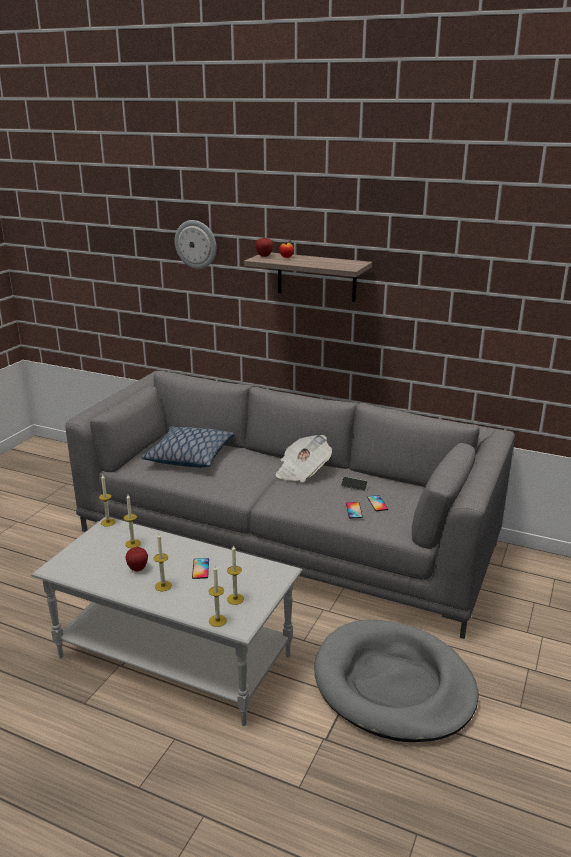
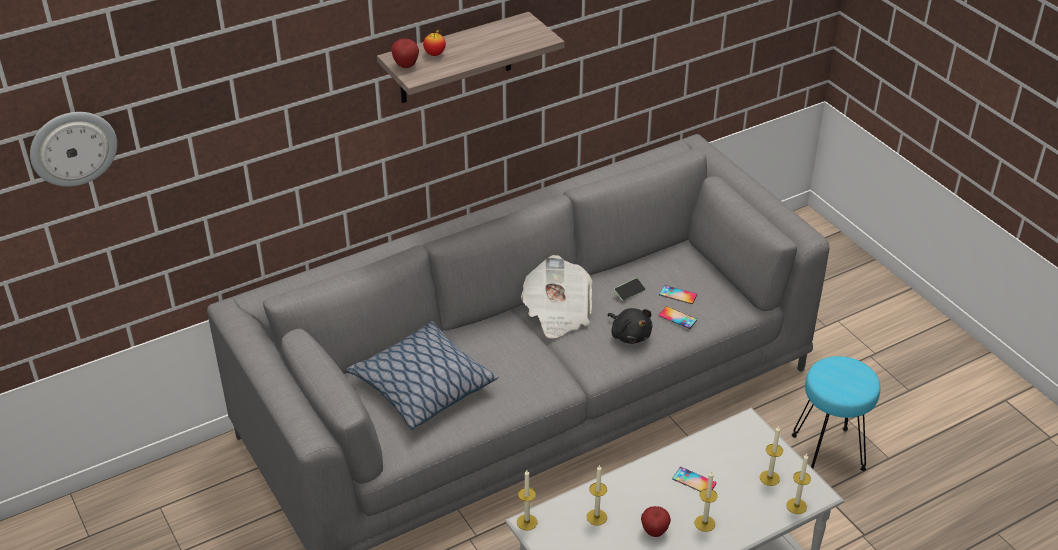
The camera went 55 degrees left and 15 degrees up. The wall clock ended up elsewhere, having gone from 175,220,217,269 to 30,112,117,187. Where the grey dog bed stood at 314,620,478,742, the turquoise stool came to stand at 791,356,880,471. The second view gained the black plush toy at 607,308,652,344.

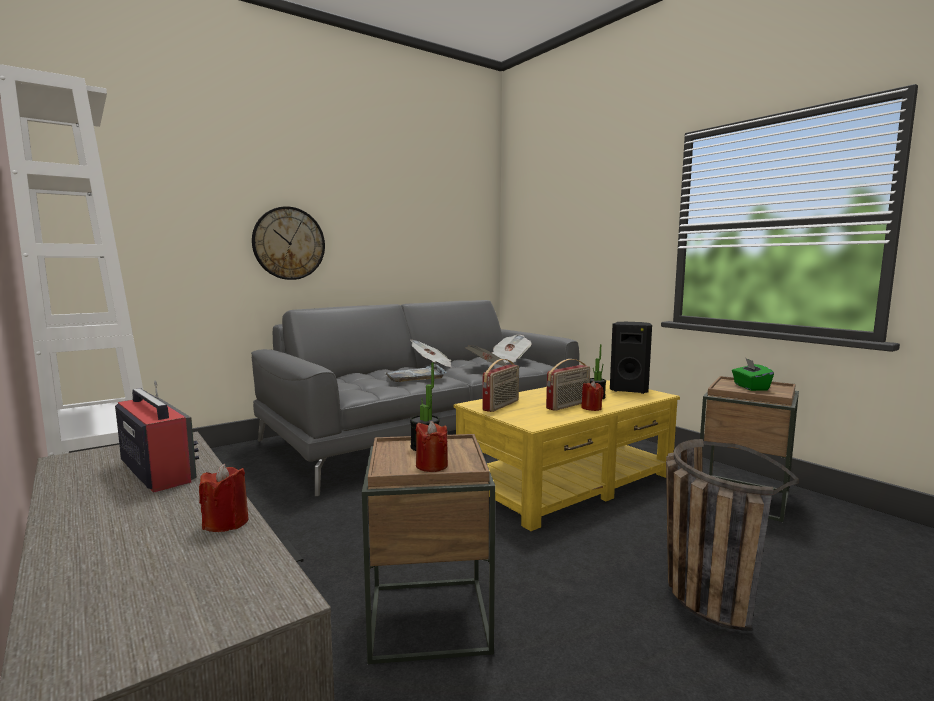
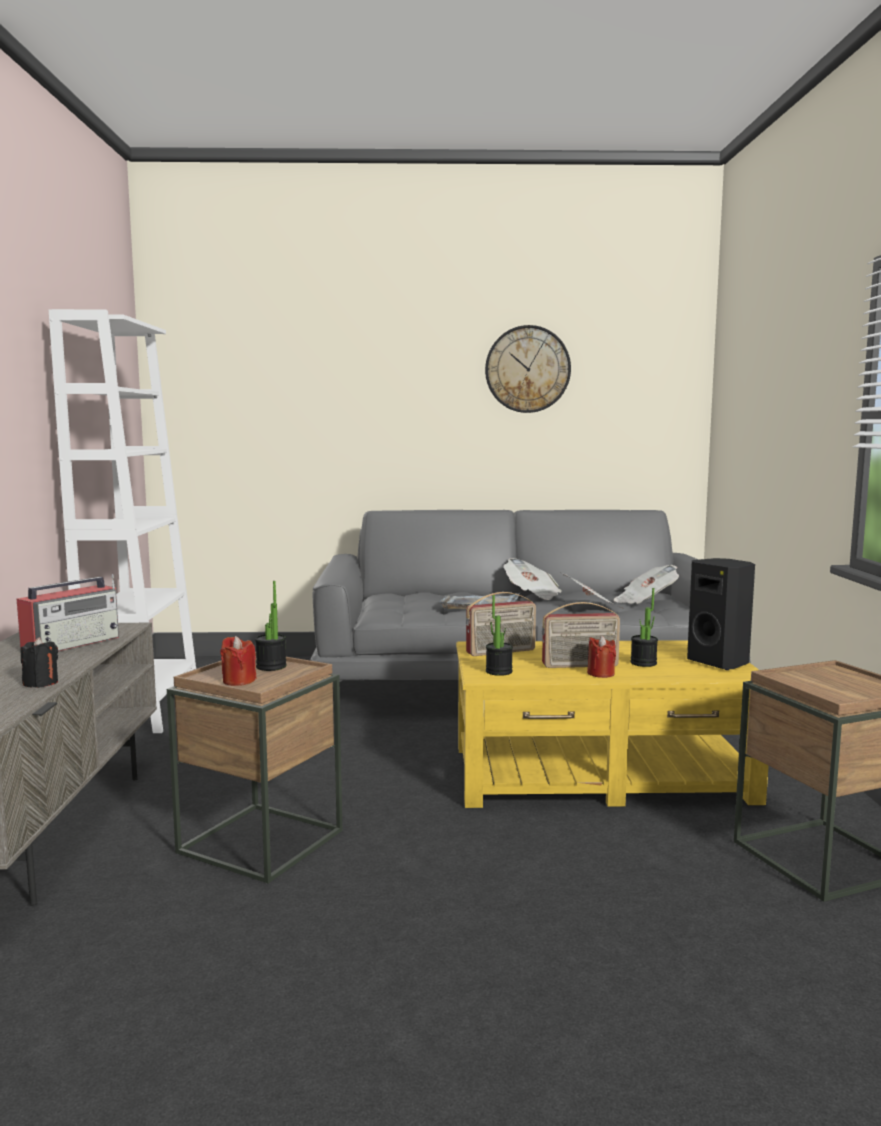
The camera went 35 degrees right and 0 degrees up. The wall clock ended up elsewhere, having gone from 252,206,325,280 to 485,325,571,413. The second view lost the green tissue box at 732,358,774,391. The radio at 115,381,199,493 ended up facing another way, 45 degrees clockwise from before. The second view lost the basket at 666,439,799,630. What was the red candle at 199,464,248,532 turned into the black candle at 20,637,58,688. The second view gained the potted plant at 486,595,513,676.

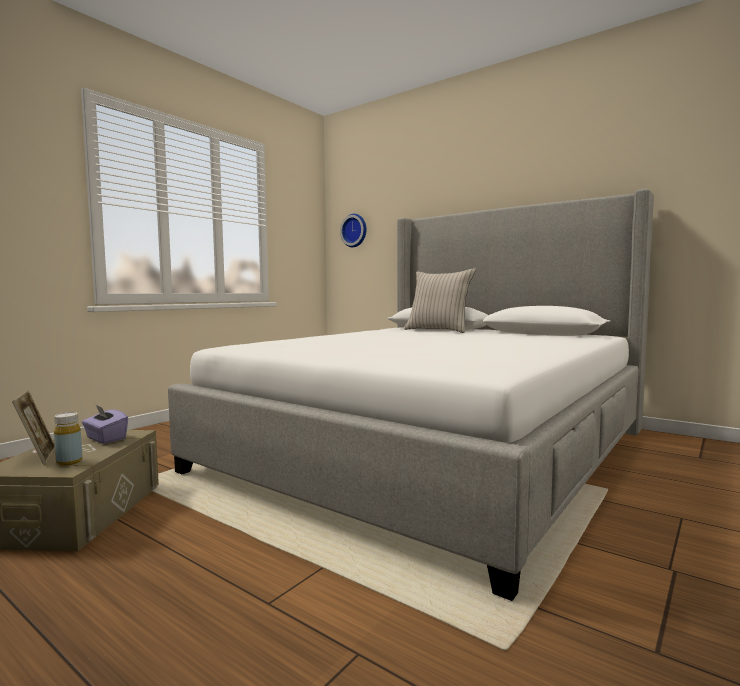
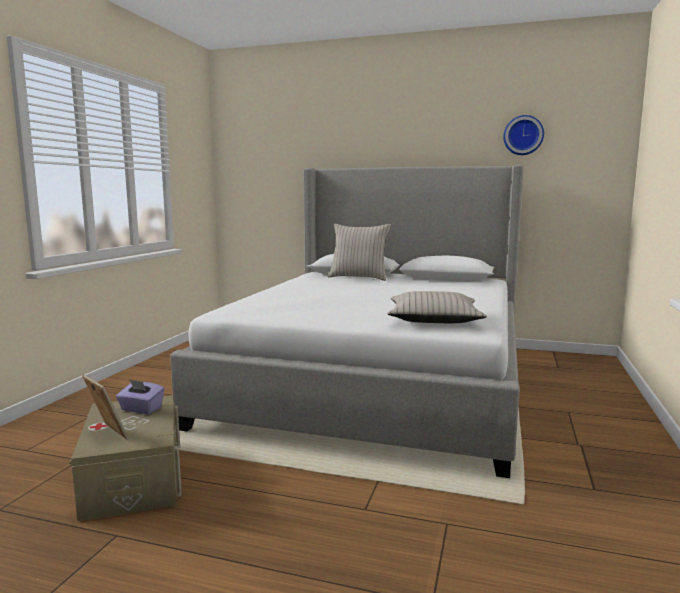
The camera went 20 degrees left and 5 degrees up. The wall clock ended up elsewhere, having gone from 340,214,367,247 to 503,115,544,155. The second view lost the yellow bottle at 54,412,83,466. The second view gained the beige pillow at 387,291,487,323.

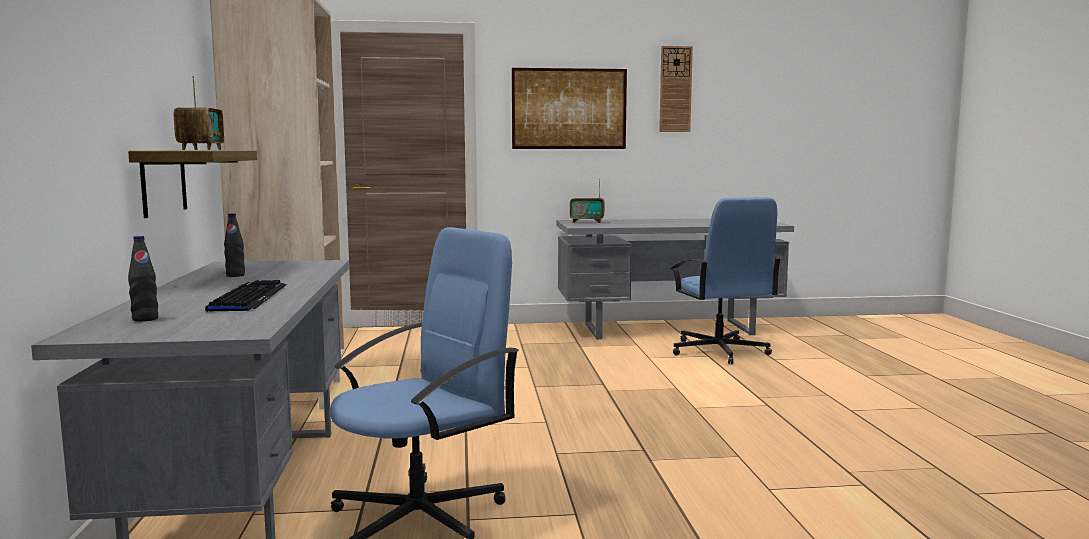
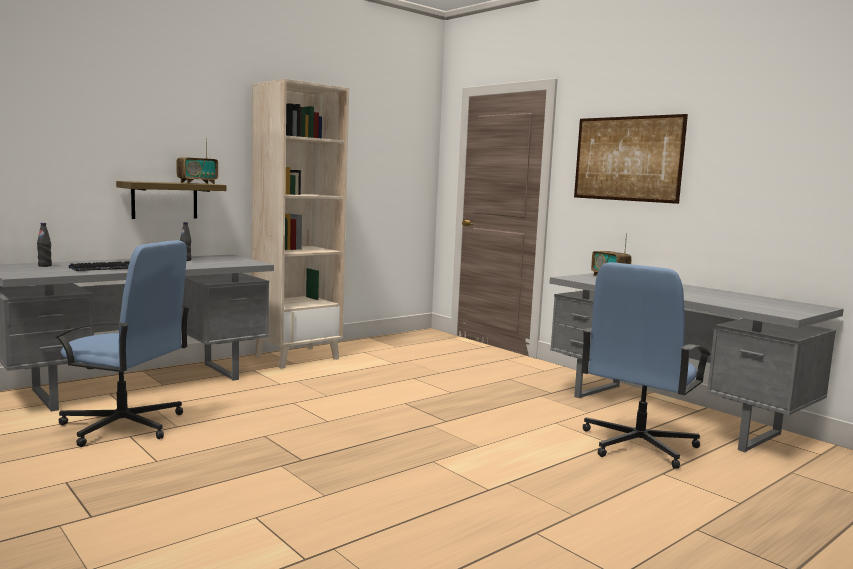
The camera went 55 degrees right and 0 degrees up. The second view lost the wall clock at 659,46,693,132.

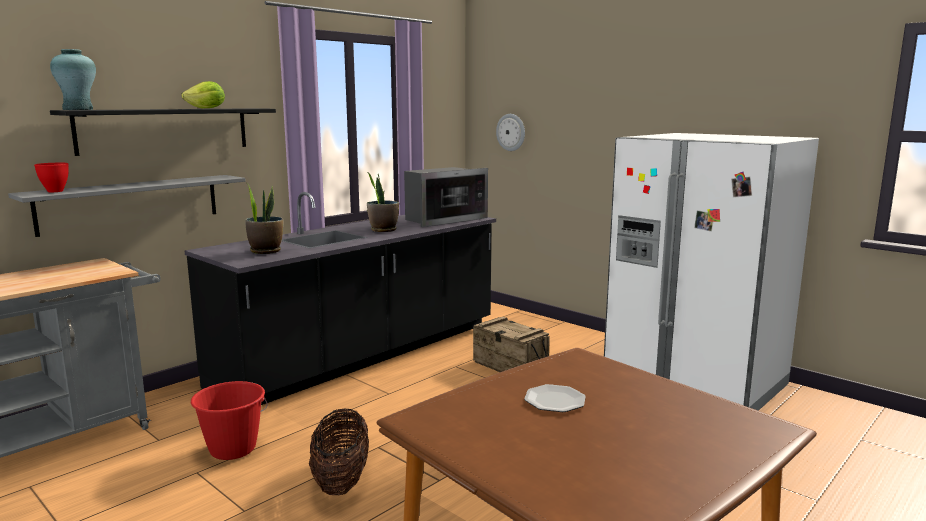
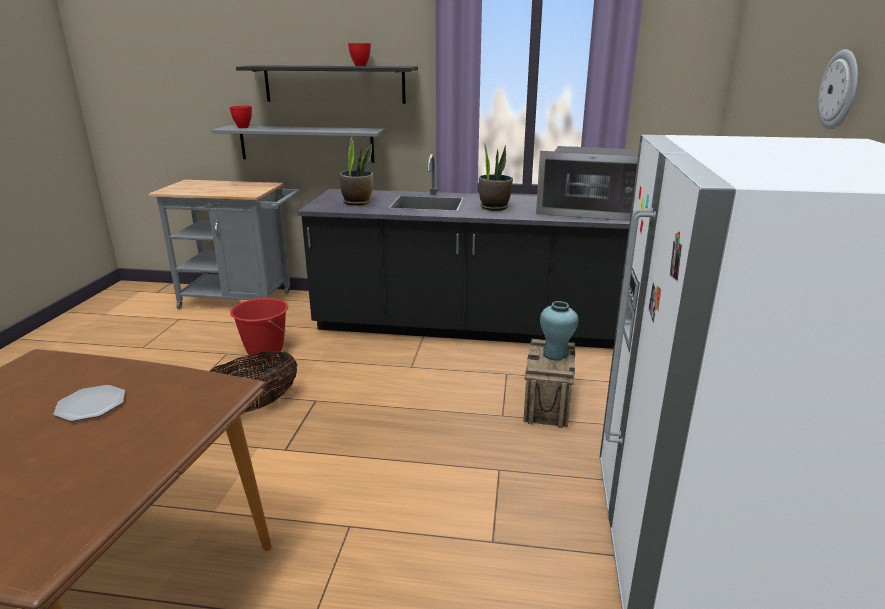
The camera went 55 degrees right and 10 degrees up. The turquoise vase ended up elsewhere, having gone from 50,49,96,110 to 540,301,578,361. Where the lettuce stood at 182,81,225,109, the red bowl came to stand at 348,43,371,66. The wall clock ended up elsewhere, having gone from 496,114,525,151 to 818,49,858,130.

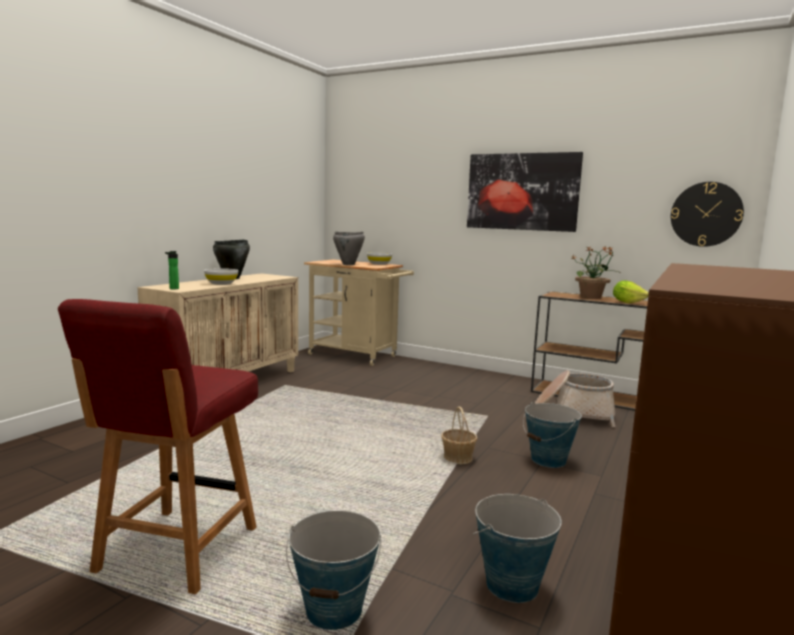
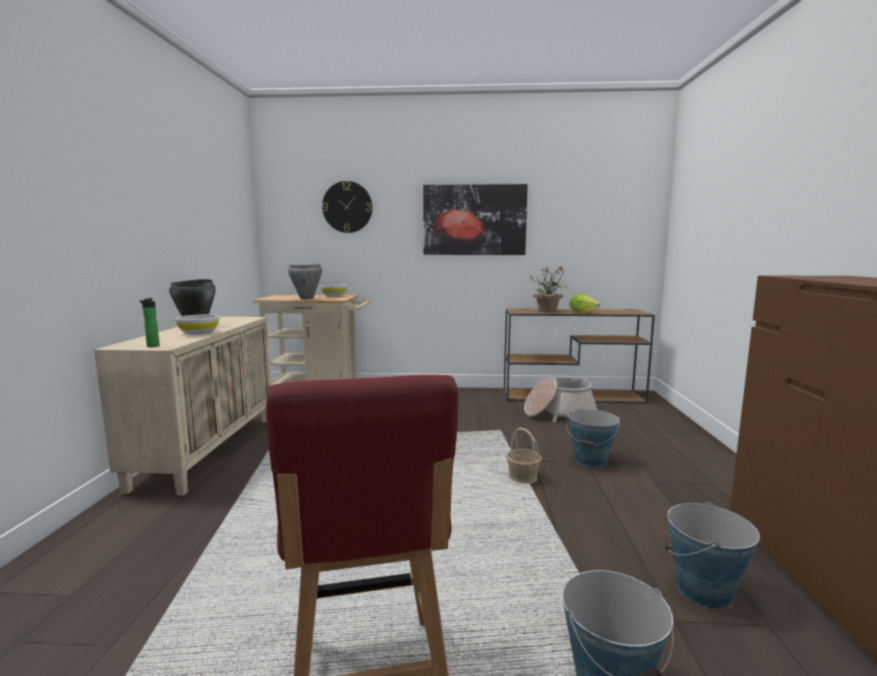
The camera went 25 degrees left and 0 degrees up. The wall clock ended up elsewhere, having gone from 671,182,744,247 to 322,181,372,233.

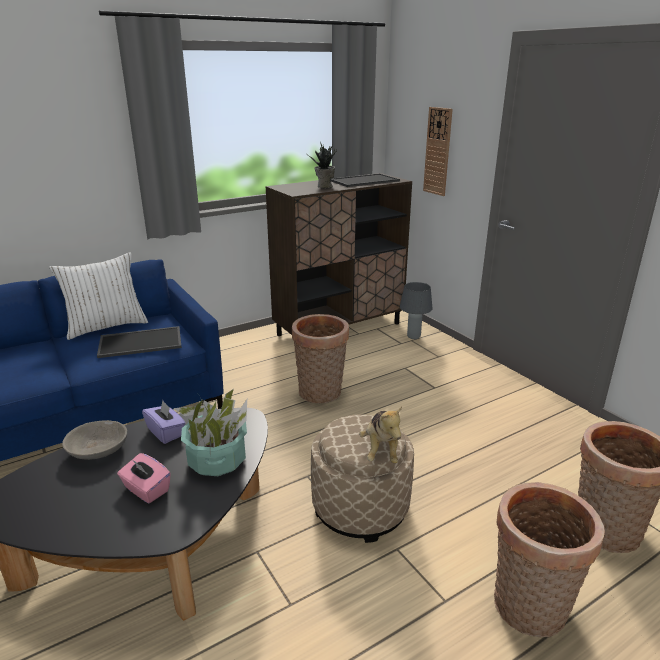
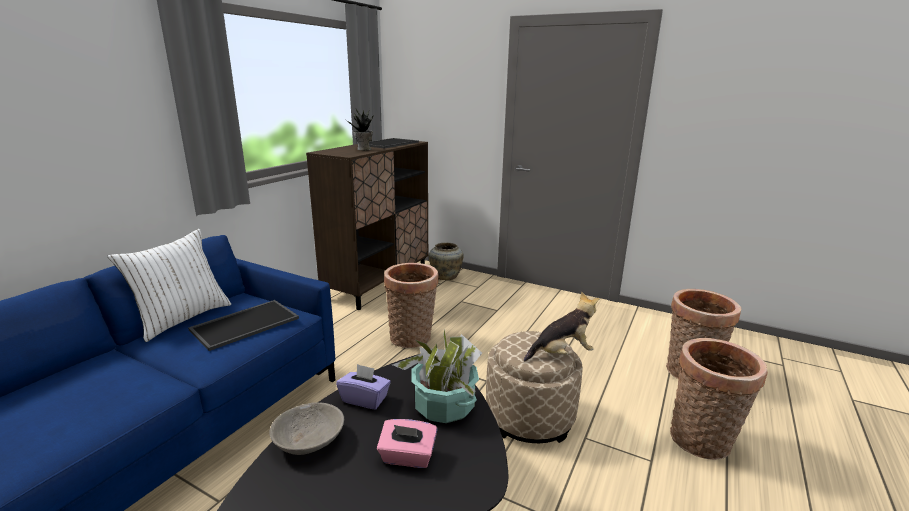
The camera went 30 degrees left and 5 degrees down. The second view lost the wall clock at 423,107,453,196. Where the grey table lamp stood at 400,282,432,339, the beige vase came to stand at 429,242,464,280. The plush toy at 359,406,402,463 ended up facing another way, 75 degrees counterclockwise from before.

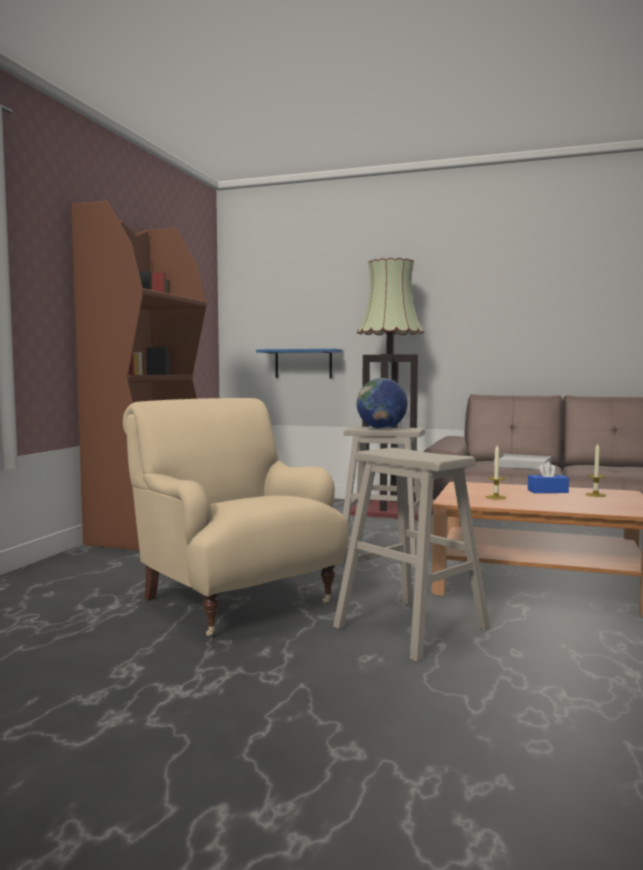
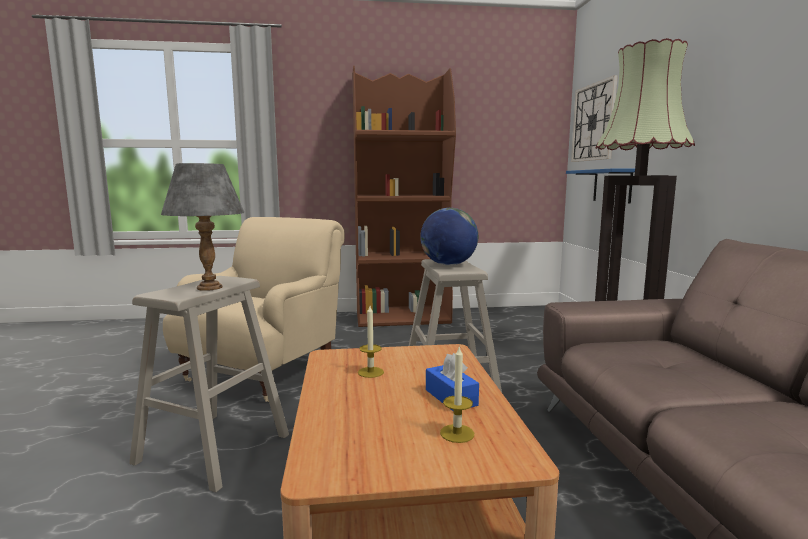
The camera went 65 degrees right and 5 degrees up. The second view lost the white tray at 494,454,551,469. The second view gained the wall clock at 571,75,618,162. The second view gained the grey table lamp at 161,163,245,291.

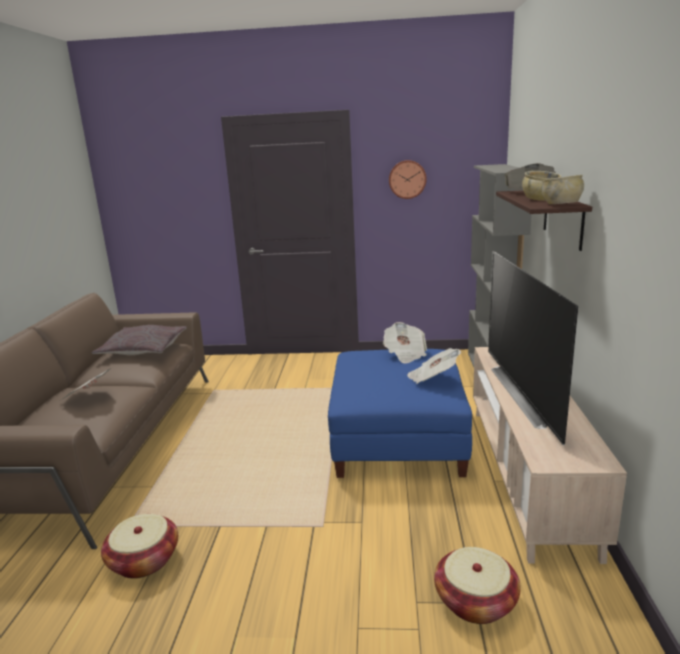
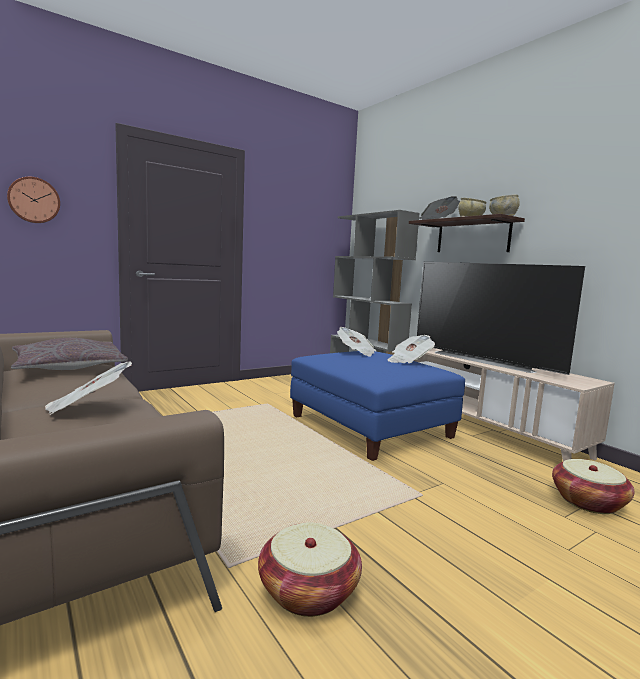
The camera went 40 degrees left and 10 degrees down. The wall clock ended up elsewhere, having gone from 389,160,427,199 to 7,177,60,223.

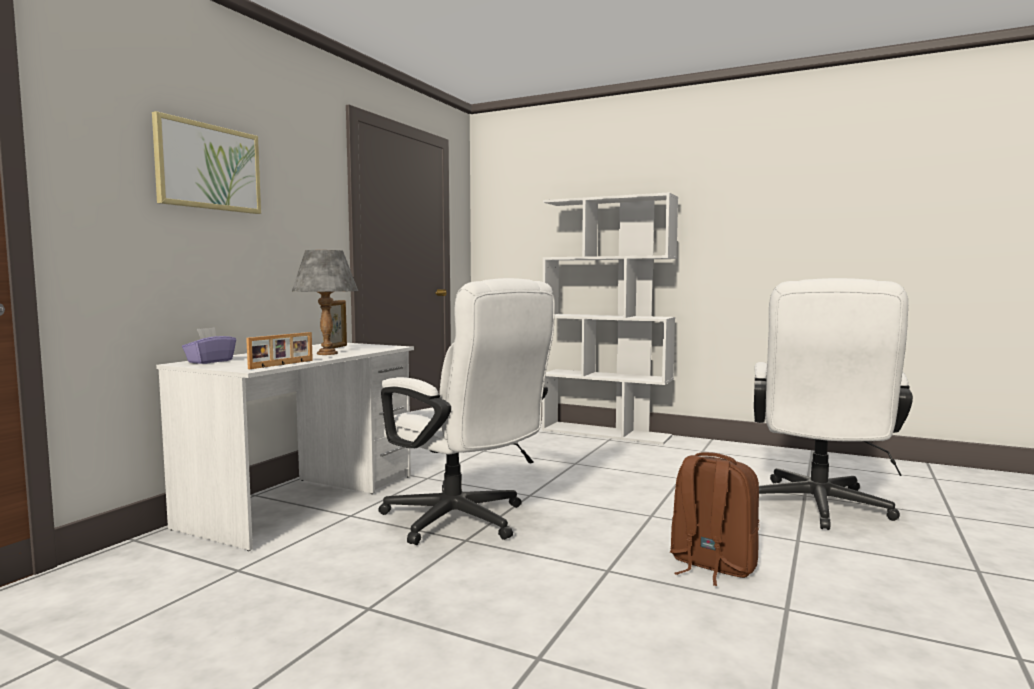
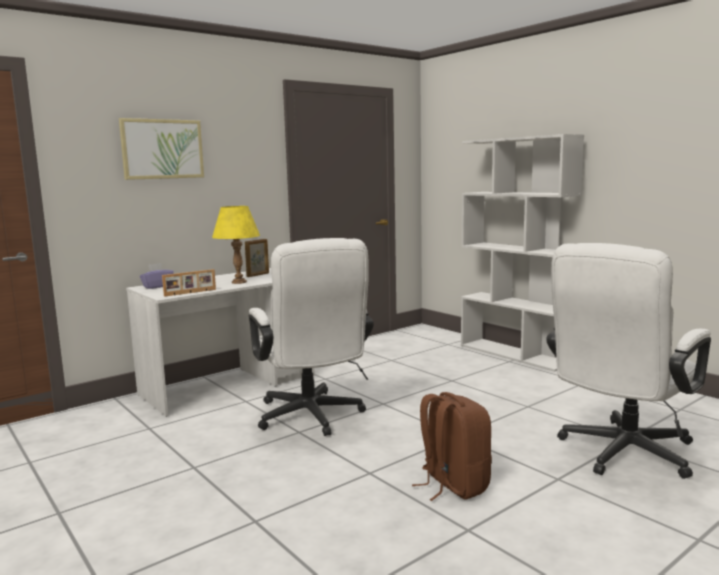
The camera went 25 degrees right and 5 degrees up. What was the grey table lamp at 292,250,358,355 turned into the yellow table lamp at 212,206,260,284.

